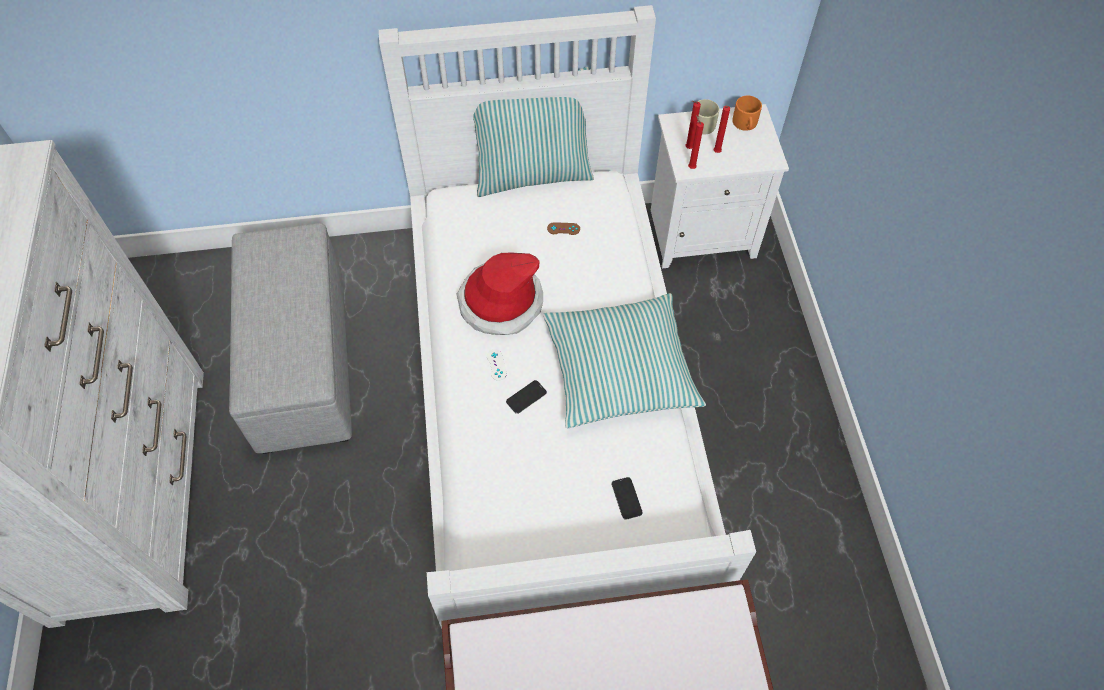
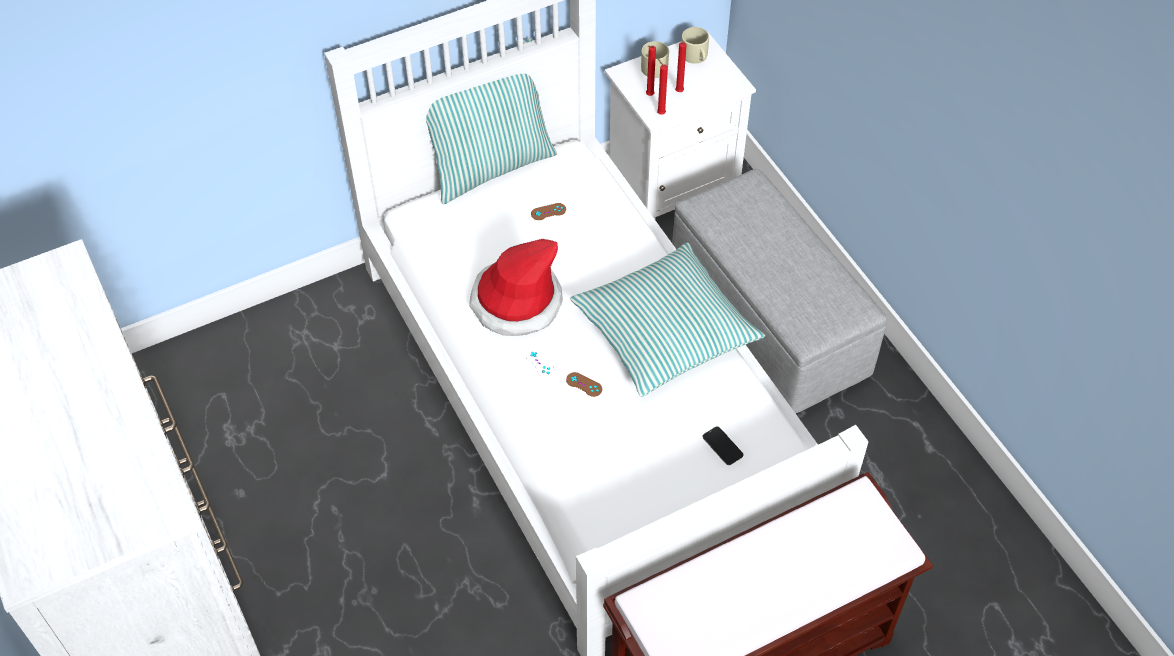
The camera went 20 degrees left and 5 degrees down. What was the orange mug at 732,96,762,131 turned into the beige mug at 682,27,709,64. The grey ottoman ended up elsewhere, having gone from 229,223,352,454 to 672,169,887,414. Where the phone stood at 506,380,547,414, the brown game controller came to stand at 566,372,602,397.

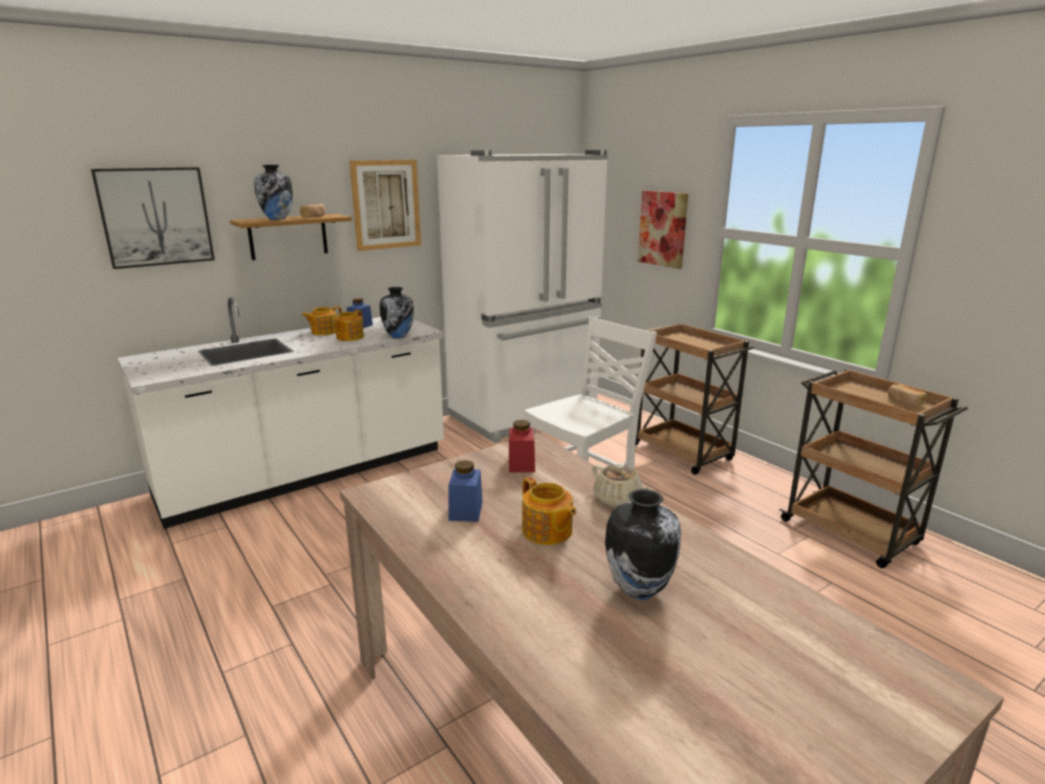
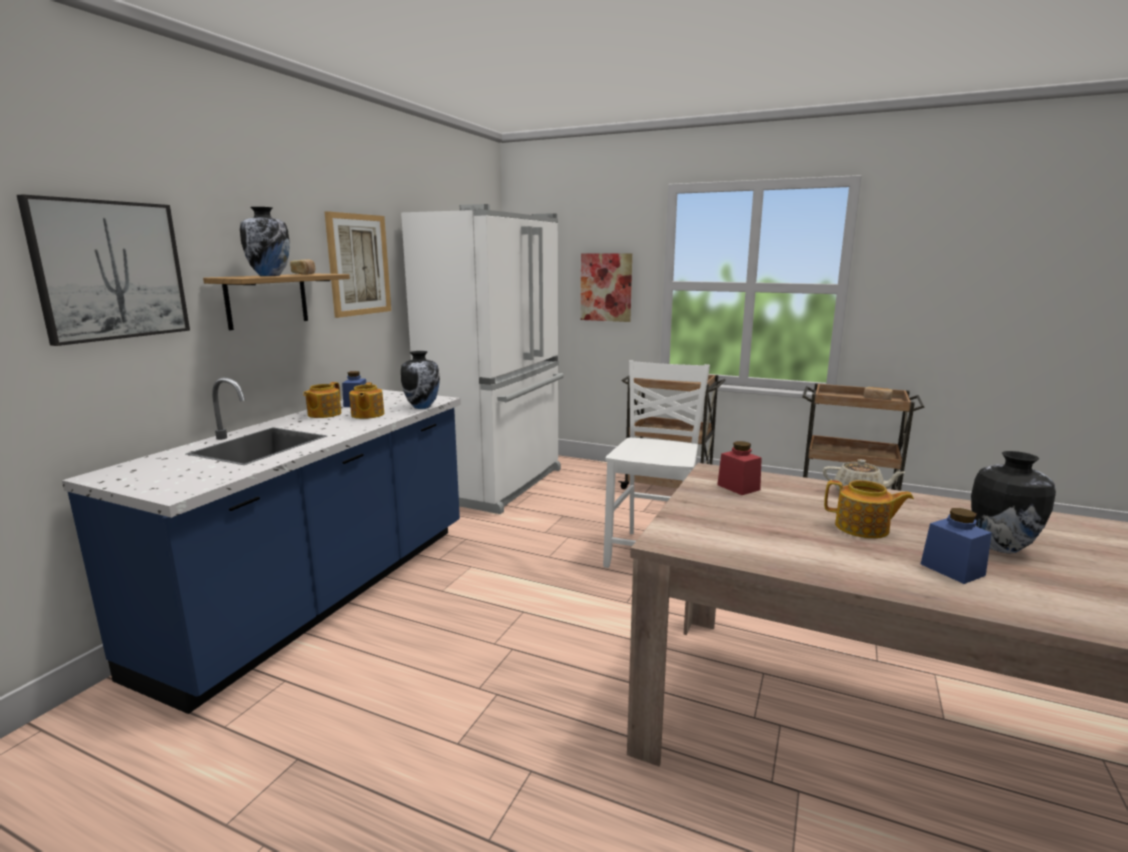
The camera went 30 degrees left and 5 degrees down. What was the white counter at 117,297,444,529 turned into the blue counter at 62,377,461,714. The blue jar ended up elsewhere, having gone from 448,460,483,522 to 921,508,992,584.

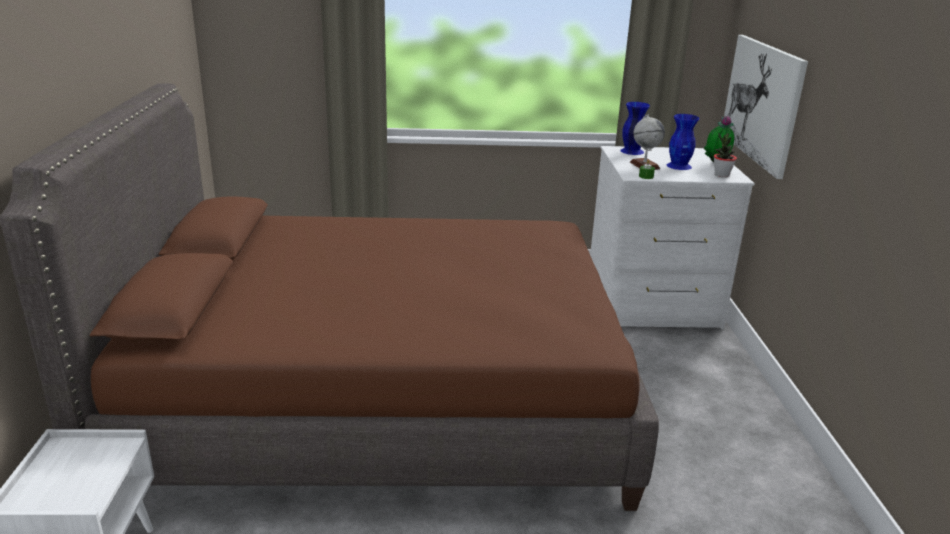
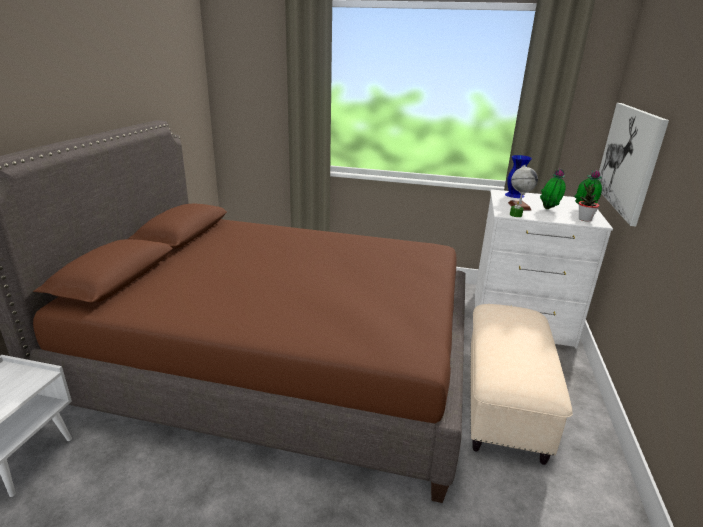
The camera went 15 degrees right and 0 degrees up. Where the blue vase stood at 667,114,699,170, the potted plant came to stand at 540,168,566,209. The second view gained the beige ottoman at 470,304,573,465.

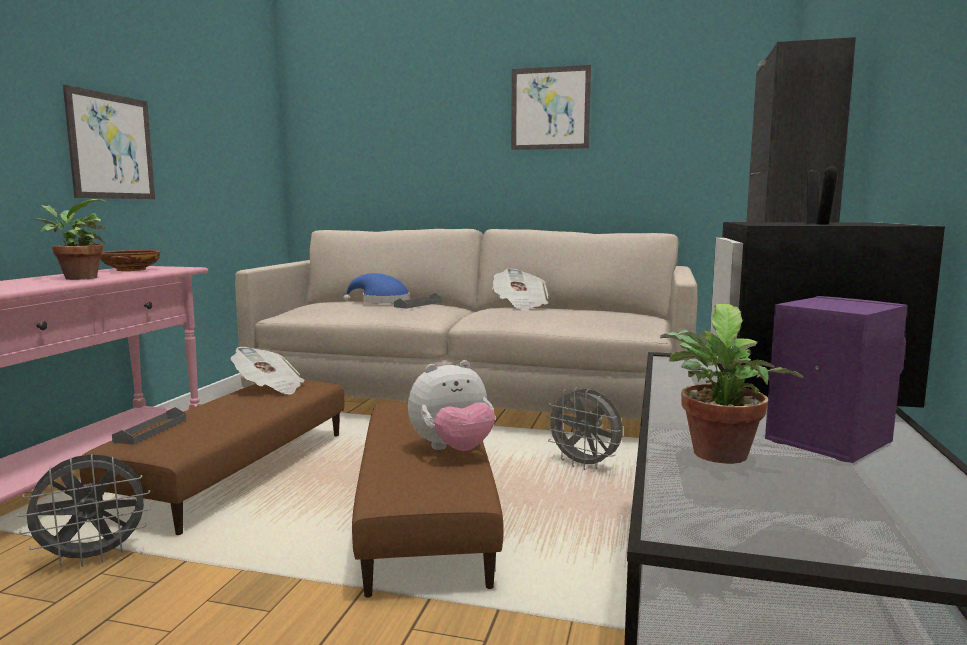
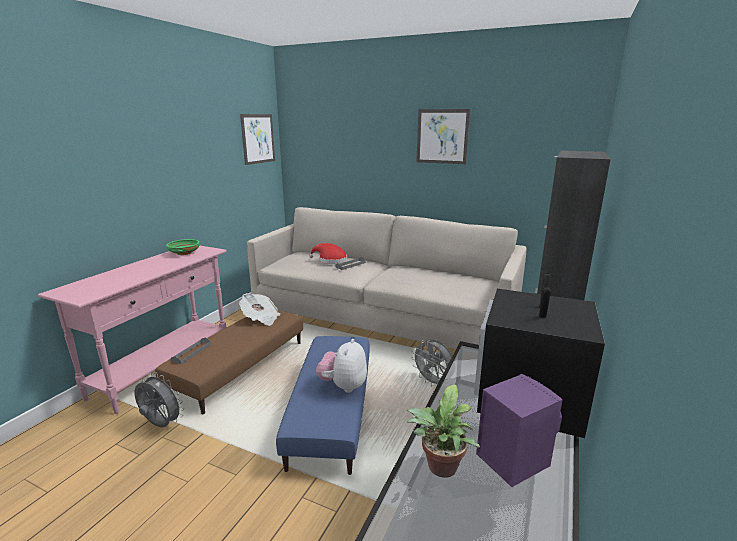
The camera went 10 degrees right and 10 degrees up. The picture ended up elsewhere, having gone from 63,85,155,199 to 240,114,275,165. The second view lost the potted plant at 35,199,105,280. What was the brown bowl at 100,250,161,271 turned into the green bowl at 166,239,200,255. The second view lost the newspaper at 492,269,548,310. What was the blue hat at 343,273,410,304 turned into the red hat at 309,243,347,264. The plush toy at 408,360,495,451 ended up facing another way, 120 degrees clockwise from before. What was the brown ottoman at 352,401,504,598 turned into the blue ottoman at 276,336,370,475. The grey fan at 17,454,152,567 ended up facing another way, 135 degrees counterclockwise from before.

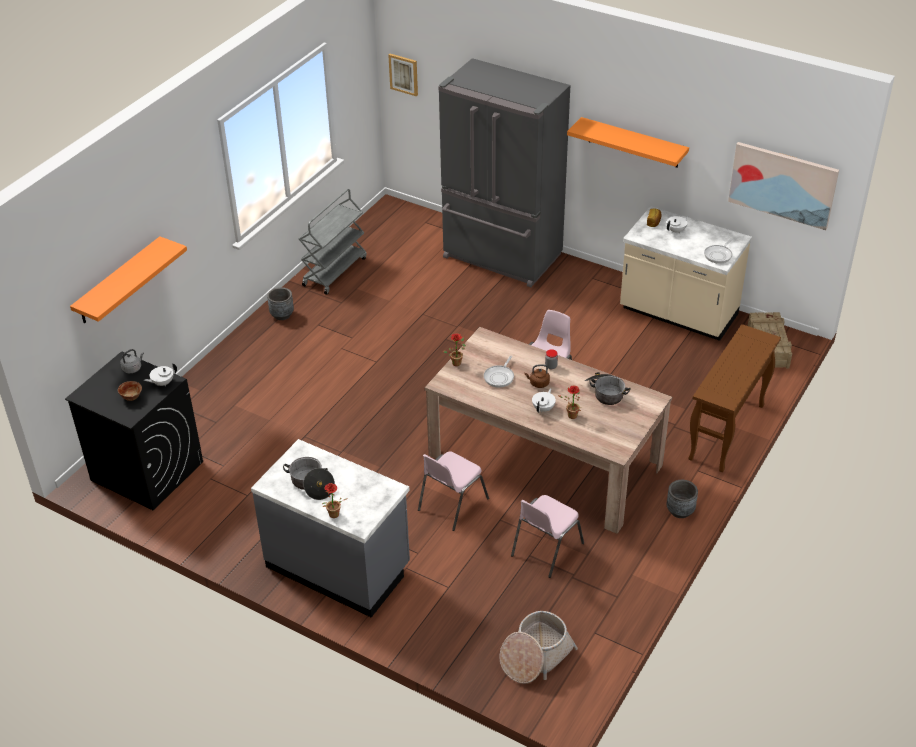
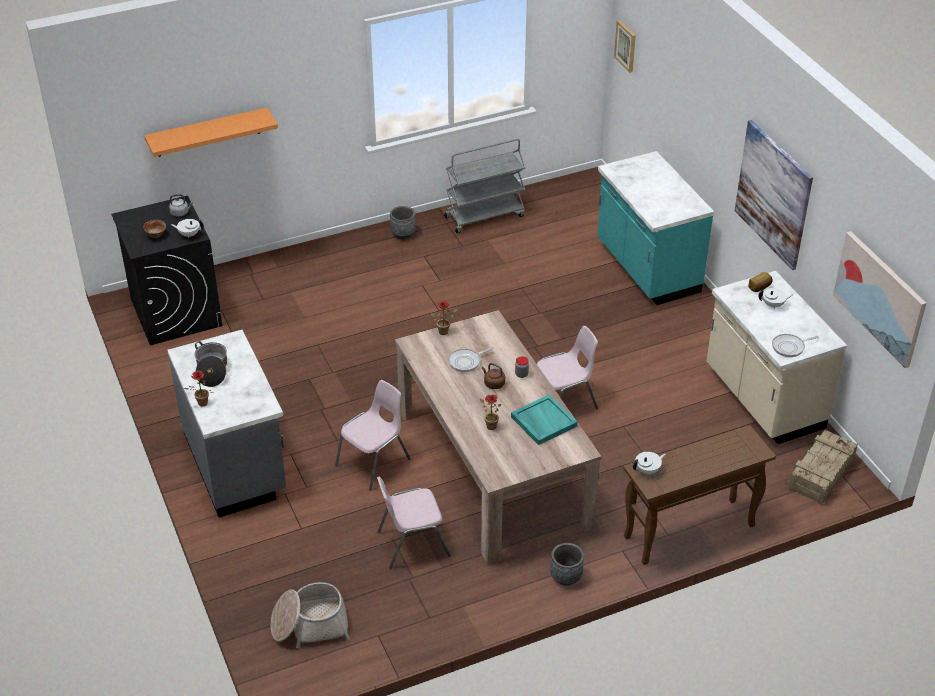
The camera went 35 degrees right and 0 degrees up. Where the grey fridge stood at 438,58,570,287, the turquoise counter came to stand at 597,151,714,305. Where the orange shelf hung at 567,117,689,168, the picture came to hang at 735,120,813,270. Where the cooking pot stood at 585,372,631,405, the turquoise tray came to stand at 511,394,578,445. The white teapot ended up elsewhere, having gone from 532,388,556,412 to 633,452,666,475. The pink chair at 418,451,489,531 ended up facing another way, 150 degrees clockwise from before.

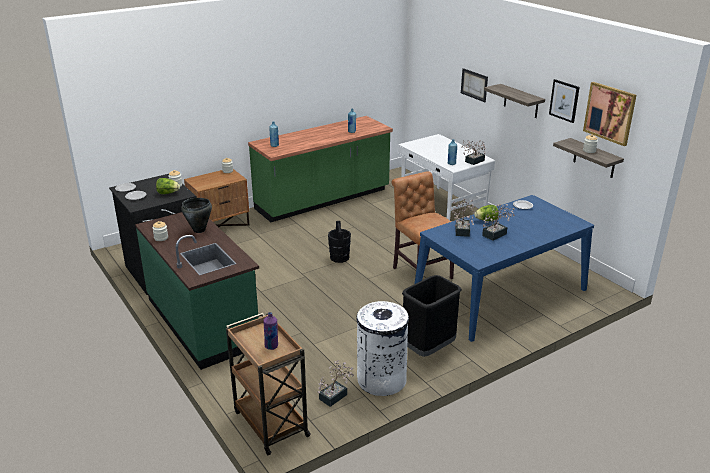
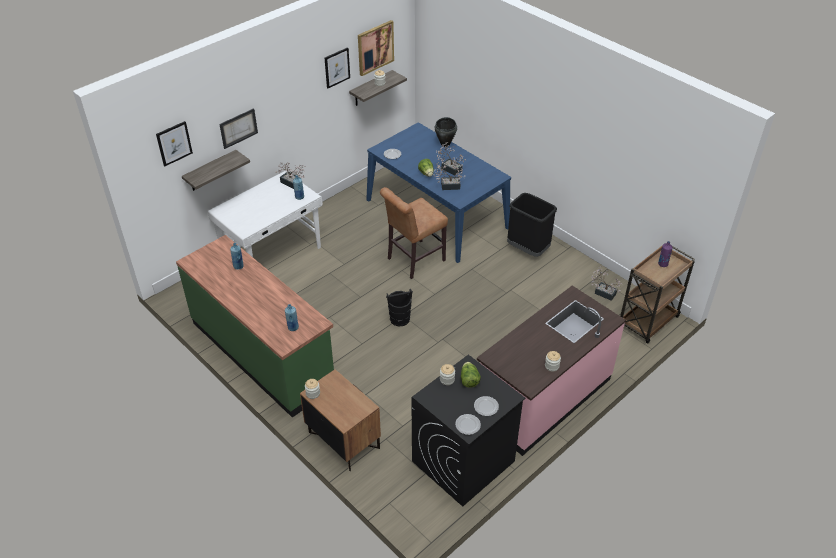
The camera went 100 degrees left and 15 degrees up. The shelf ended up elsewhere, having gone from 484,84,545,118 to 182,150,250,191. The black cooking pot ended up elsewhere, having gone from 181,198,212,233 to 435,117,457,147. What was the green counter at 135,212,259,370 turned into the pink counter at 477,286,626,456. The second view lost the white trash can at 357,301,409,396. The second view gained the picture at 156,121,193,166.

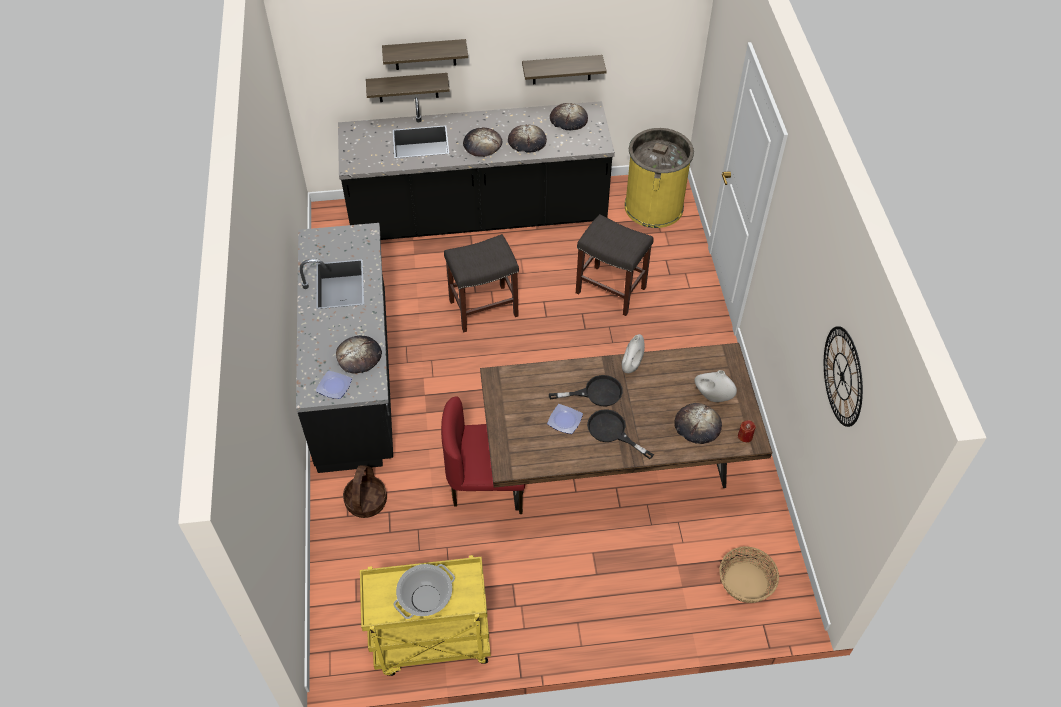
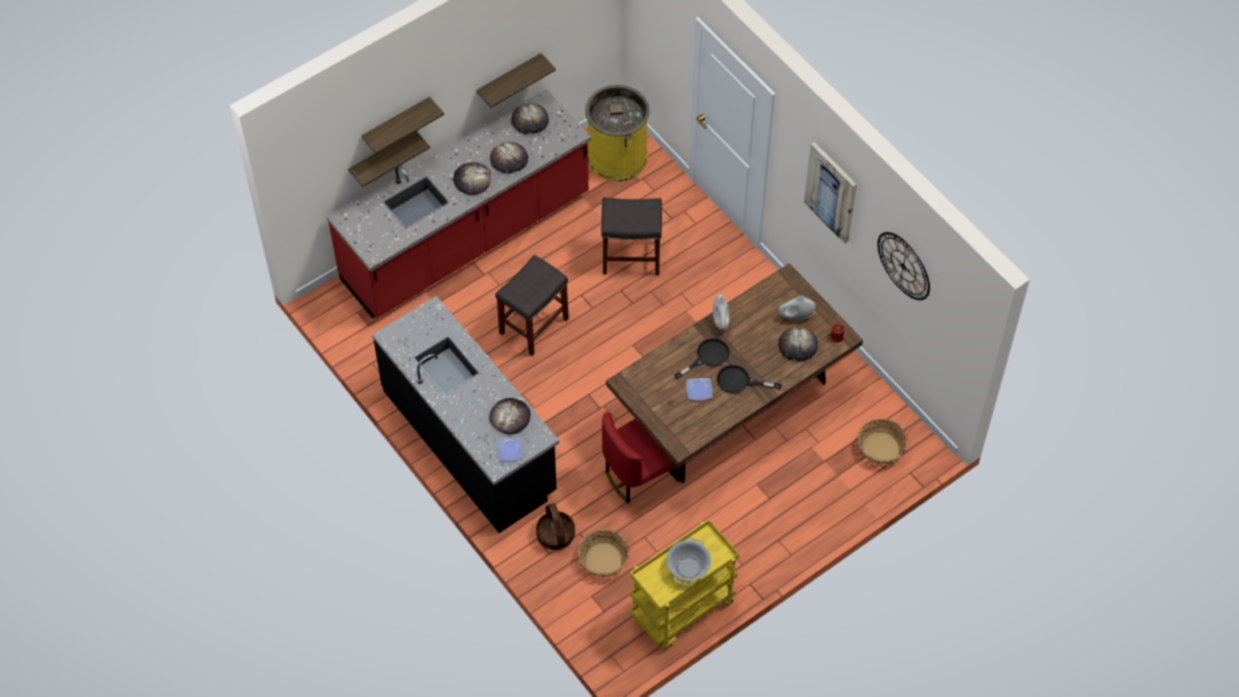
The camera went 30 degrees left and 5 degrees up. What was the black counter at 338,97,615,240 turned into the red counter at 327,89,591,319. The second view gained the picture at 804,142,857,244. The second view gained the basket at 578,529,629,577.

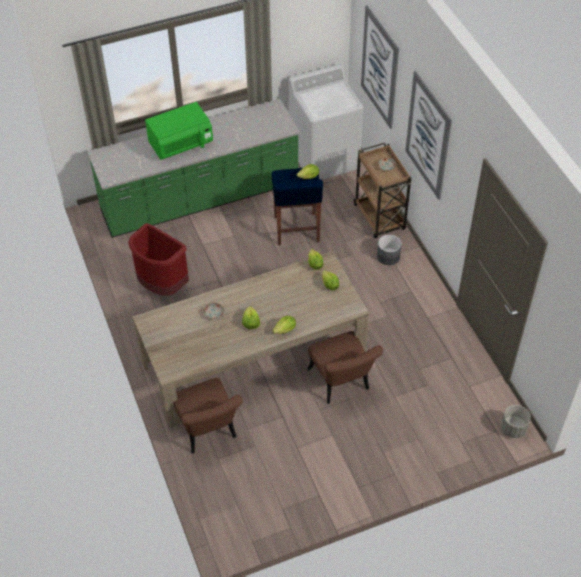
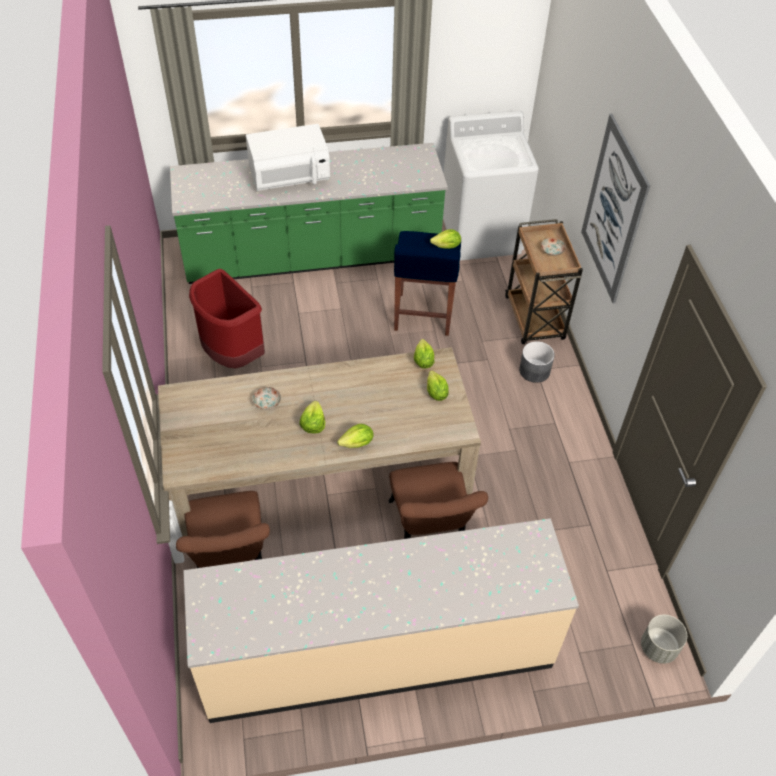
The camera went 10 degrees right and 0 degrees up. The second view lost the picture at 361,5,399,129. What was the green microwave at 145,102,213,160 turned into the white microwave at 246,124,330,191. The second view gained the beige counter at 183,518,579,723.

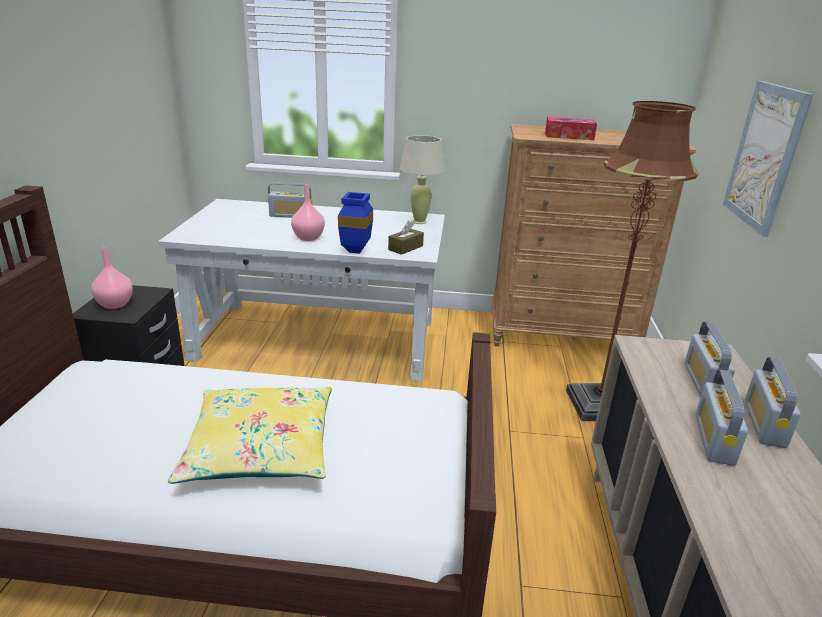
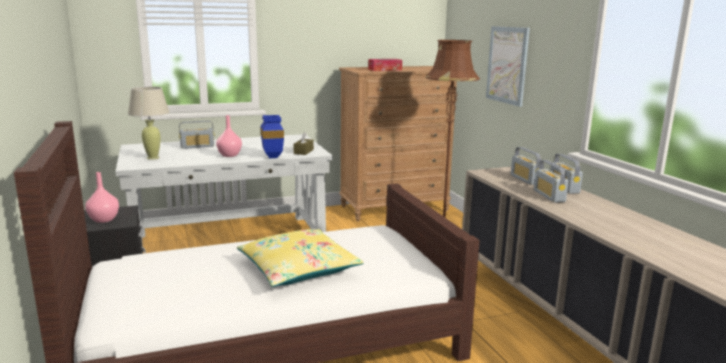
The camera went 25 degrees left and 10 degrees down. The beige table lamp ended up elsewhere, having gone from 399,135,446,224 to 128,86,170,160.

